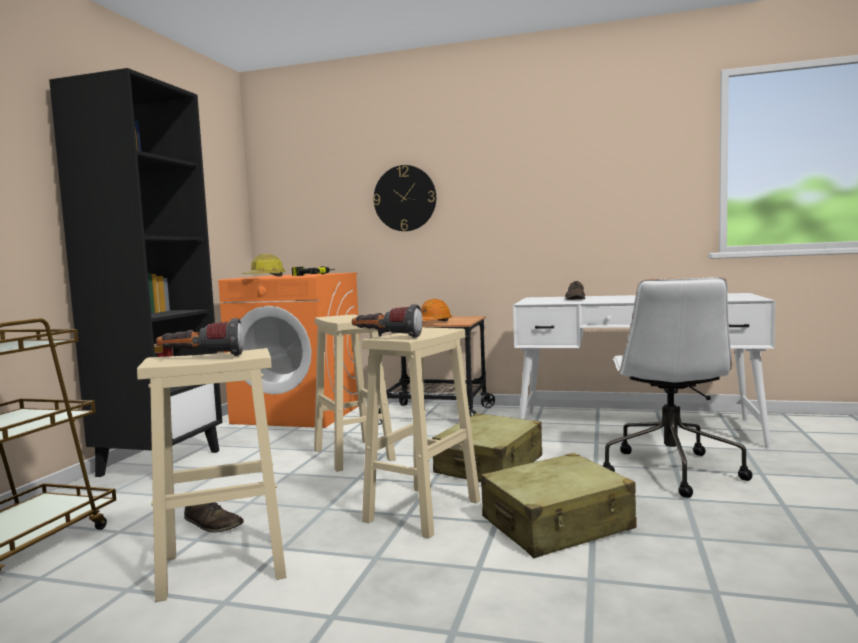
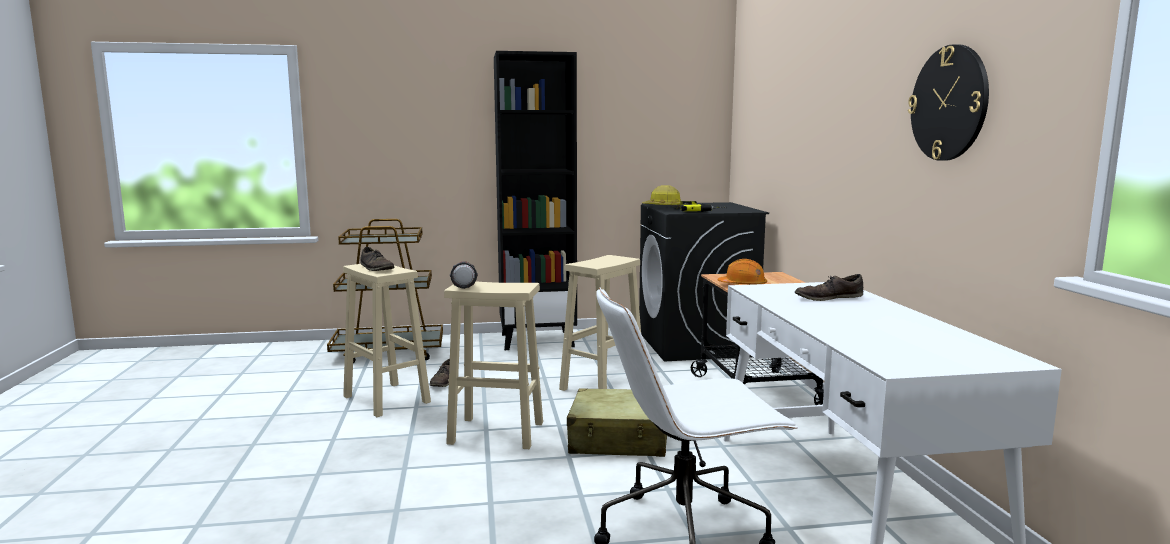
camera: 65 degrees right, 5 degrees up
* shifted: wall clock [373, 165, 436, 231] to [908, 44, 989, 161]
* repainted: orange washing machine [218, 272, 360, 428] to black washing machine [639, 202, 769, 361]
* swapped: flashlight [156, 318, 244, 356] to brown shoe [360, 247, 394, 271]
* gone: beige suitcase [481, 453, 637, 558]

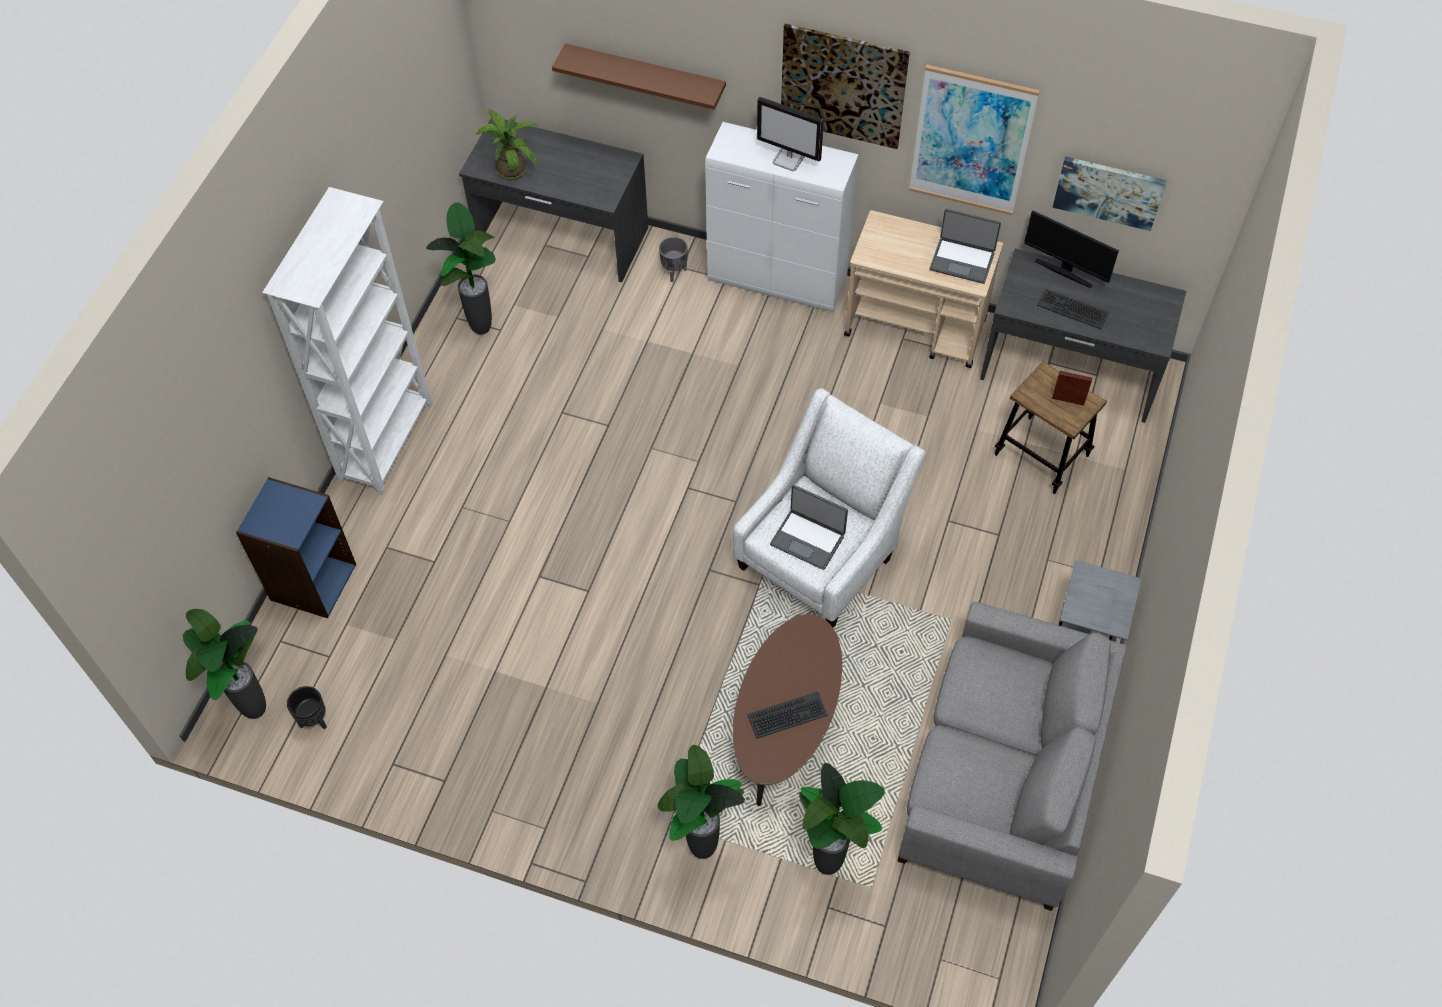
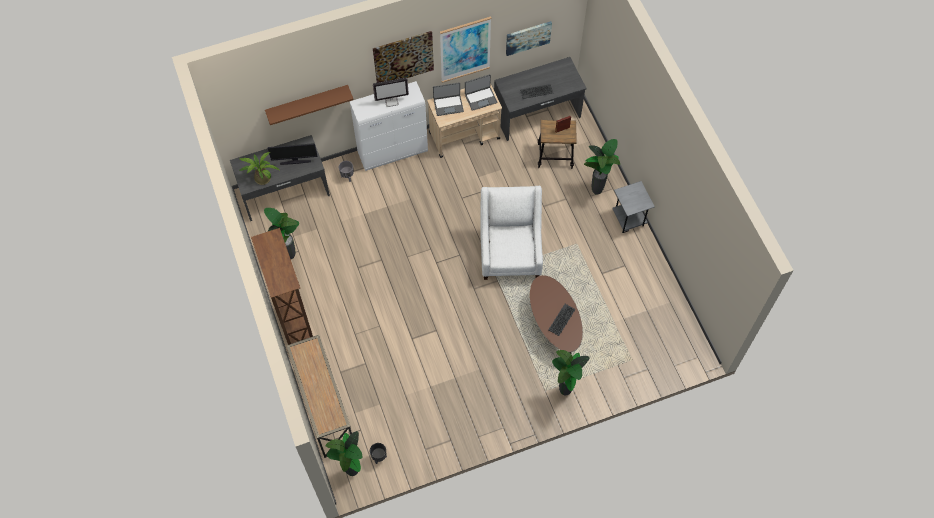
camera: 40 degrees left, 5 degrees up
* repainted: white bookcase [262, 187, 432, 495] to brown bookcase [251, 228, 313, 345]
* shifted: monitor [1024, 211, 1119, 288] to [268, 143, 318, 165]
* swapped: blue bookcase [236, 477, 356, 618] to console table [287, 335, 352, 458]
* shifted: laptop [770, 485, 848, 570] to [433, 82, 464, 116]
* gone: grey sofa [897, 602, 1126, 911]
* shifted: potted plant [799, 763, 885, 875] to [584, 139, 620, 195]

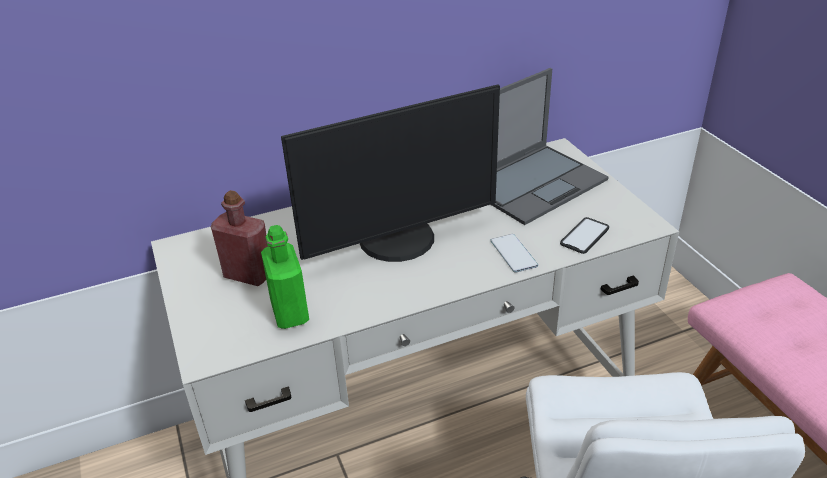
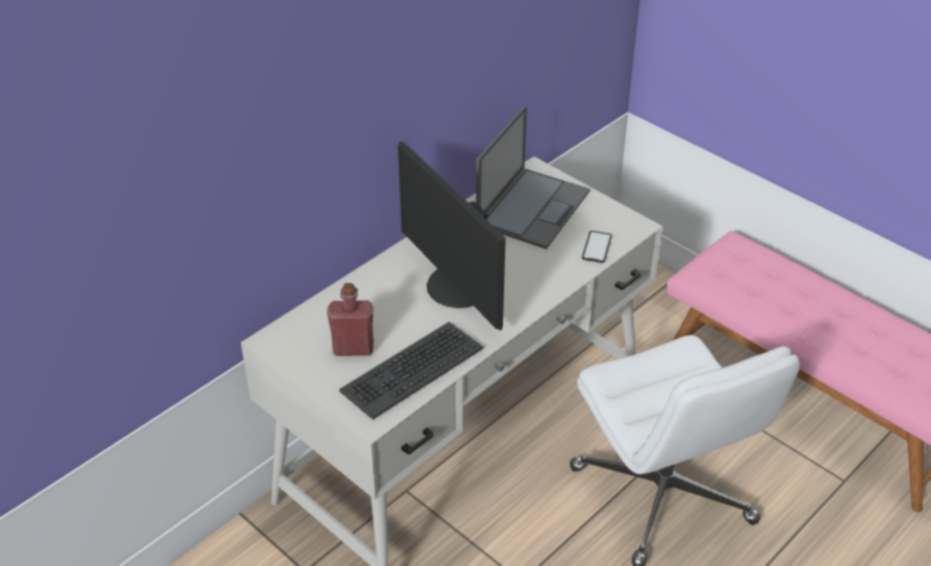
camera: 25 degrees left, 5 degrees up
* rotated: monitor [281, 84, 500, 262] = [398, 141, 506, 330] 105 degrees clockwise
* swapped: green bottle [261, 225, 309, 329] to keyboard [339, 322, 484, 420]
* gone: phone [491, 234, 538, 273]

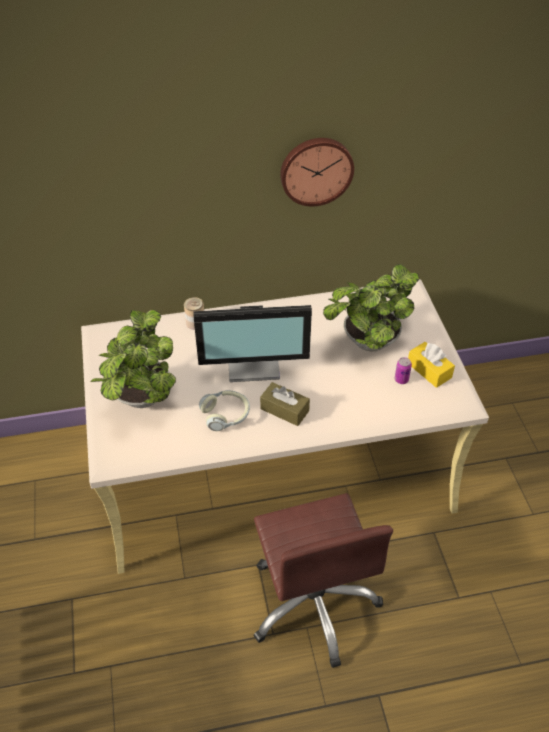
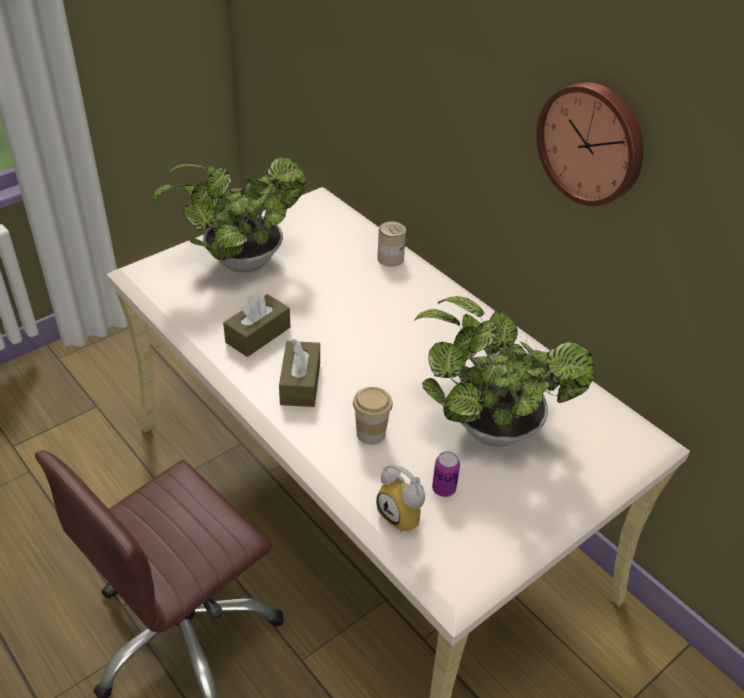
camera: 60 degrees right, 5 degrees down
* gone: monitor [193, 305, 312, 382]
* gone: yellow tissue box [408, 342, 455, 388]
* swapped: headphones [199, 390, 250, 431] to brown tissue box [223, 292, 290, 357]
* new: cup [353, 387, 393, 445]
* new: alarm clock [376, 465, 425, 533]

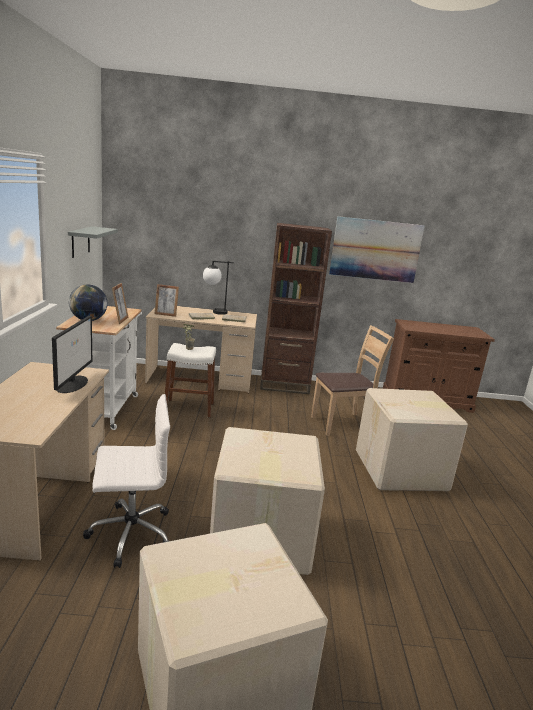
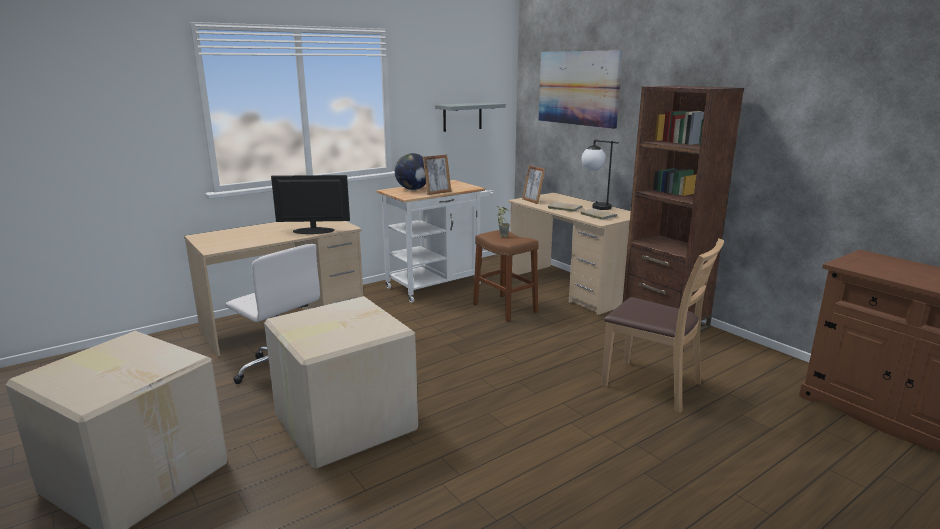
camera: 55 degrees right, 0 degrees up
* shifted: picture [329, 216, 425, 283] to [538, 50, 623, 129]
* rotated: monitor [52, 316, 92, 393] = [271, 175, 350, 234] 150 degrees counterclockwise
* repainted: white stool [165, 343, 216, 418] to brown stool [473, 230, 539, 322]
* gone: cardboard box [356, 388, 468, 491]

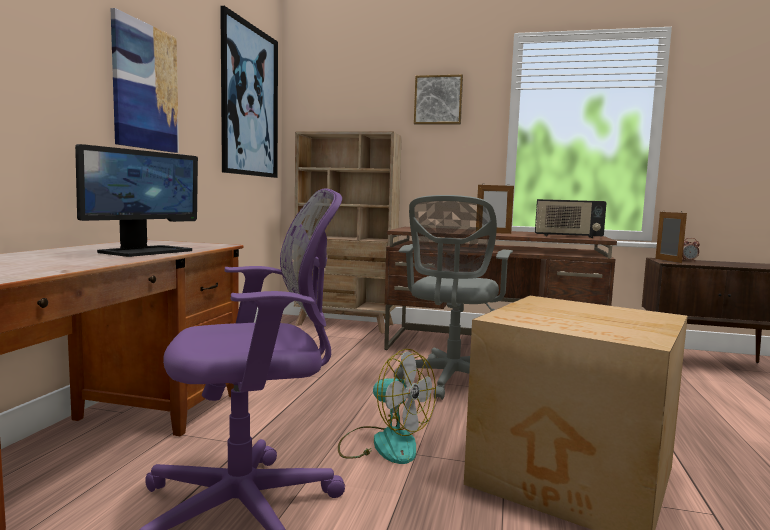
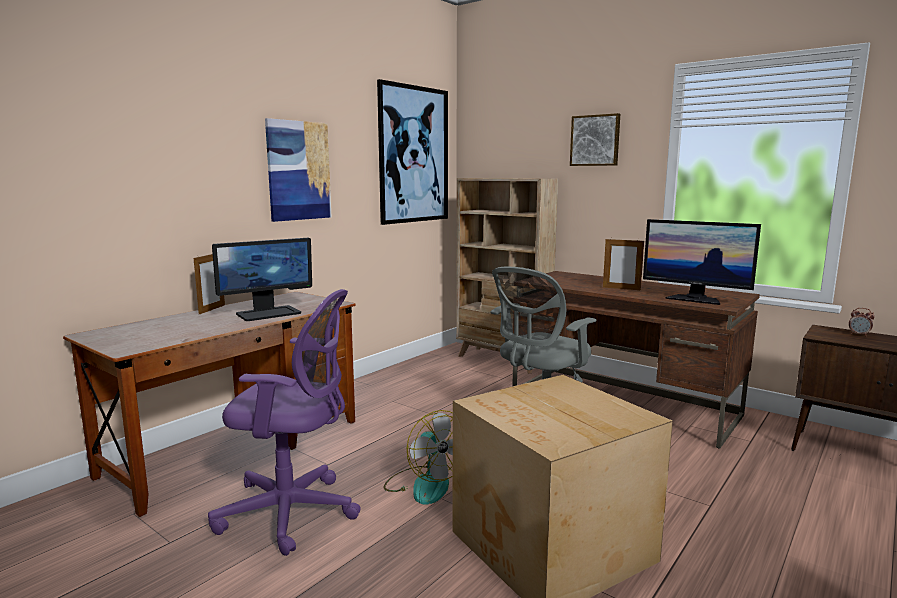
camera: 25 degrees right, 5 degrees up
* swapped: radio [535, 199, 606, 238] to monitor [643, 219, 761, 305]
* shifted: picture frame [655, 210, 687, 263] to [194, 254, 225, 314]

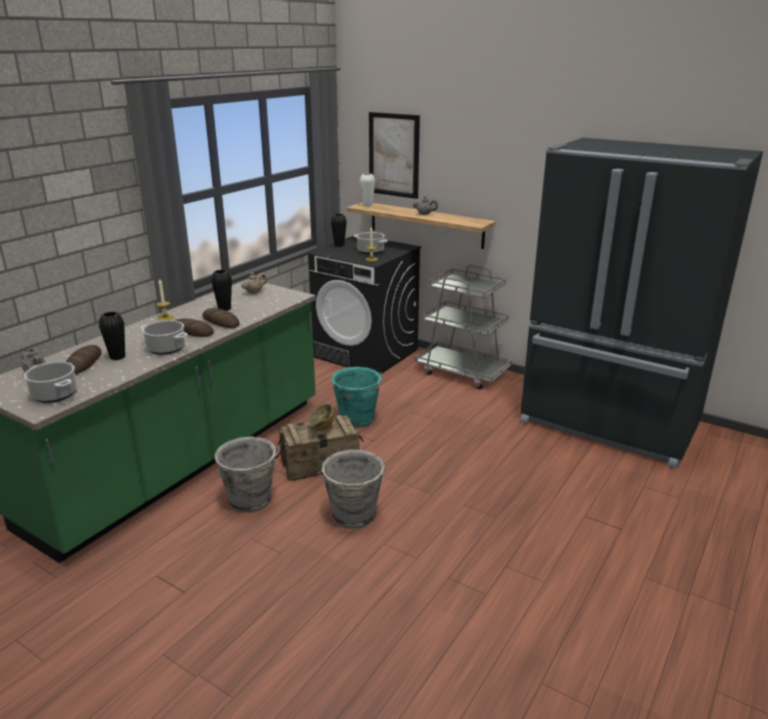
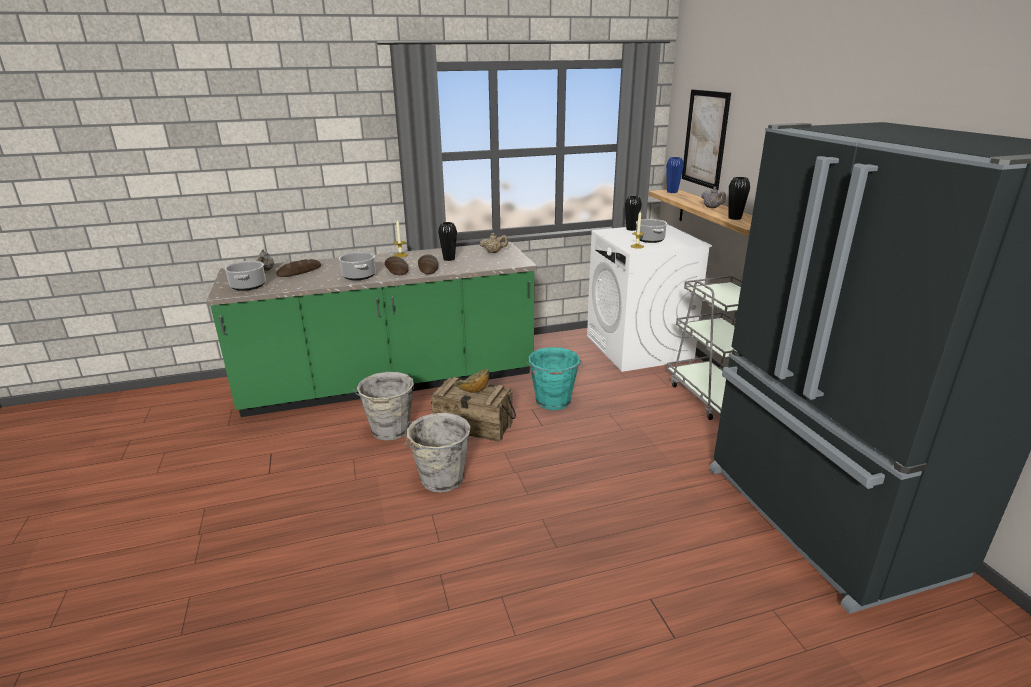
camera: 40 degrees right, 0 degrees up
* repainted: white vase [360, 173, 375, 207] to blue vase [666, 157, 684, 193]
* repainted: black washing machine [308, 236, 421, 375] to white washing machine [587, 224, 712, 372]
* shifted: black vase [99, 312, 125, 360] to [729, 177, 750, 220]

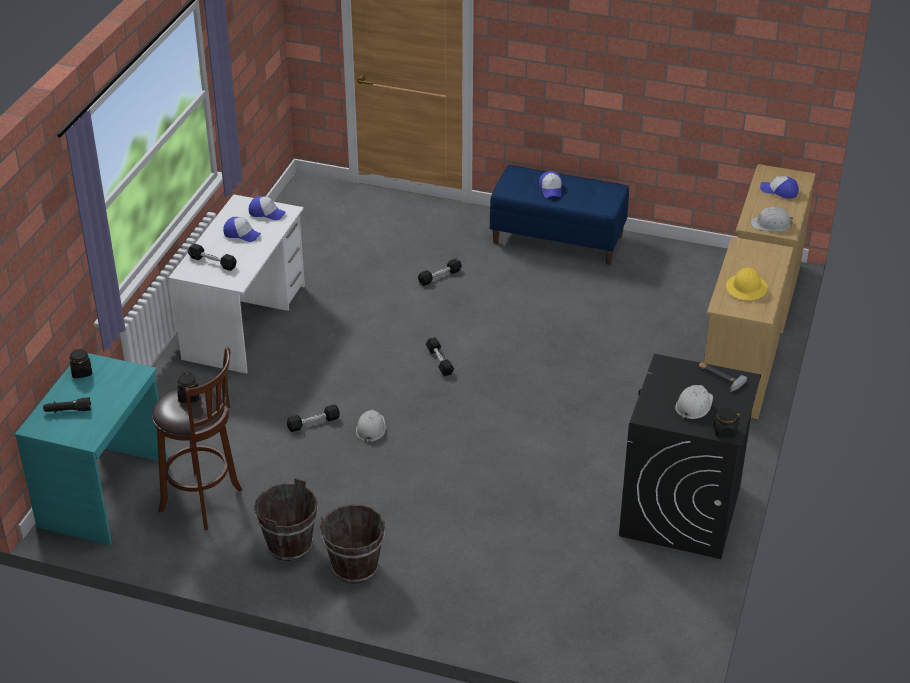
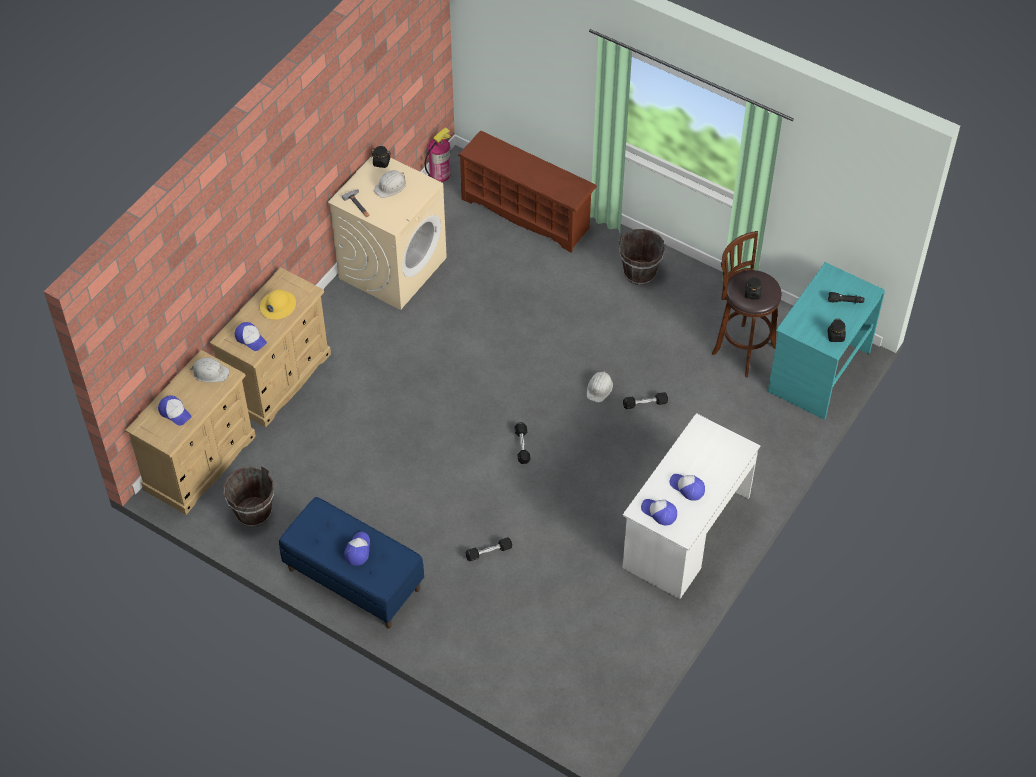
camera: 165 degrees left, 15 degrees up
* gone: black dumbbell [188, 243, 237, 271]
* repainted: black washing machine [619, 354, 761, 559] to beige washing machine [328, 156, 447, 310]
* shifted: brown bucket [254, 478, 318, 561] to [223, 466, 274, 527]
* new: fire extinguisher [424, 128, 451, 182]
* new: brown shoe rack [458, 131, 597, 253]
* new: cap [235, 322, 267, 351]

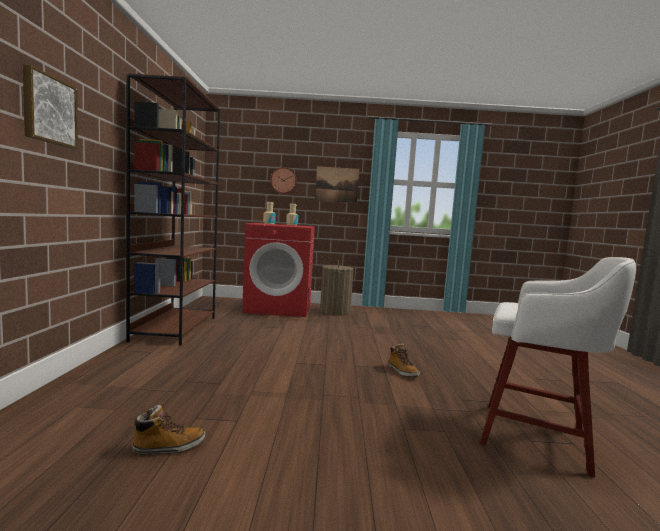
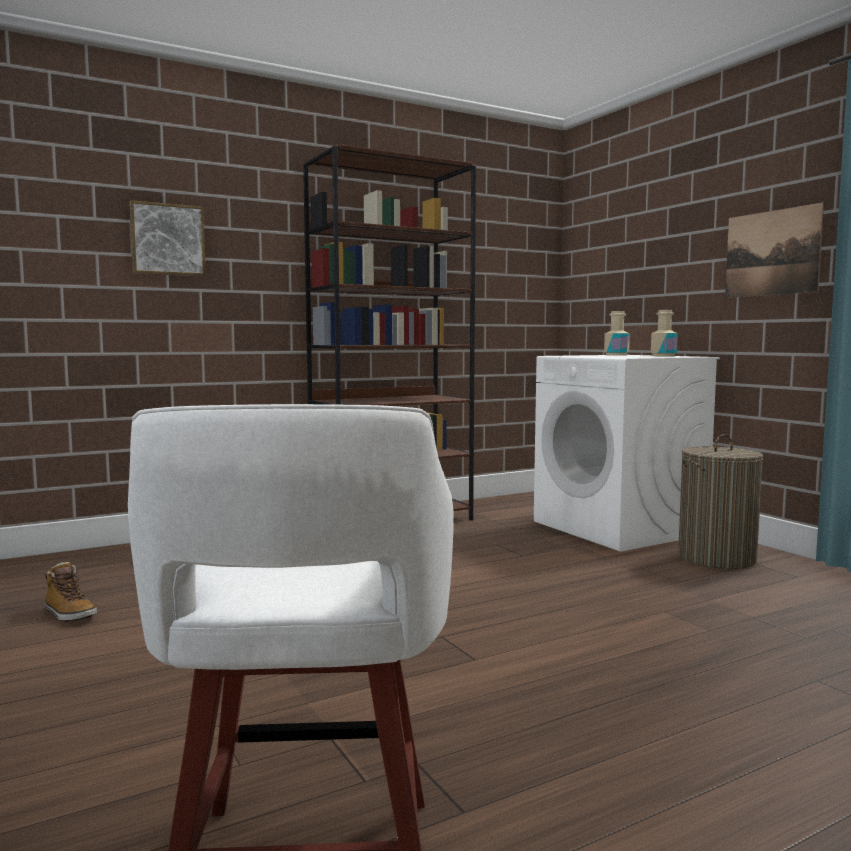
camera: 60 degrees right, 0 degrees up
* gone: wall clock [270, 167, 297, 194]
* repainted: red washing machine [242, 223, 315, 317] to white washing machine [534, 355, 720, 552]
* gone: boot [388, 344, 420, 377]

